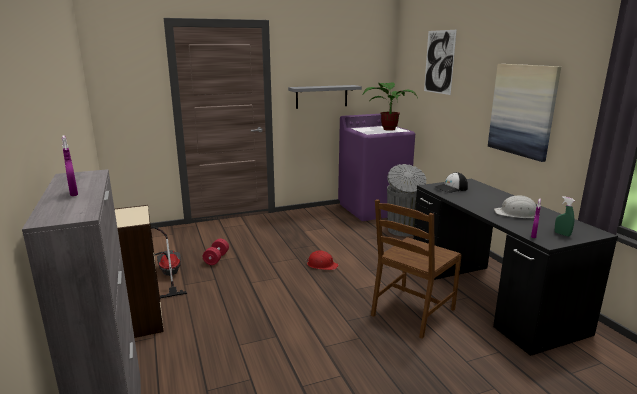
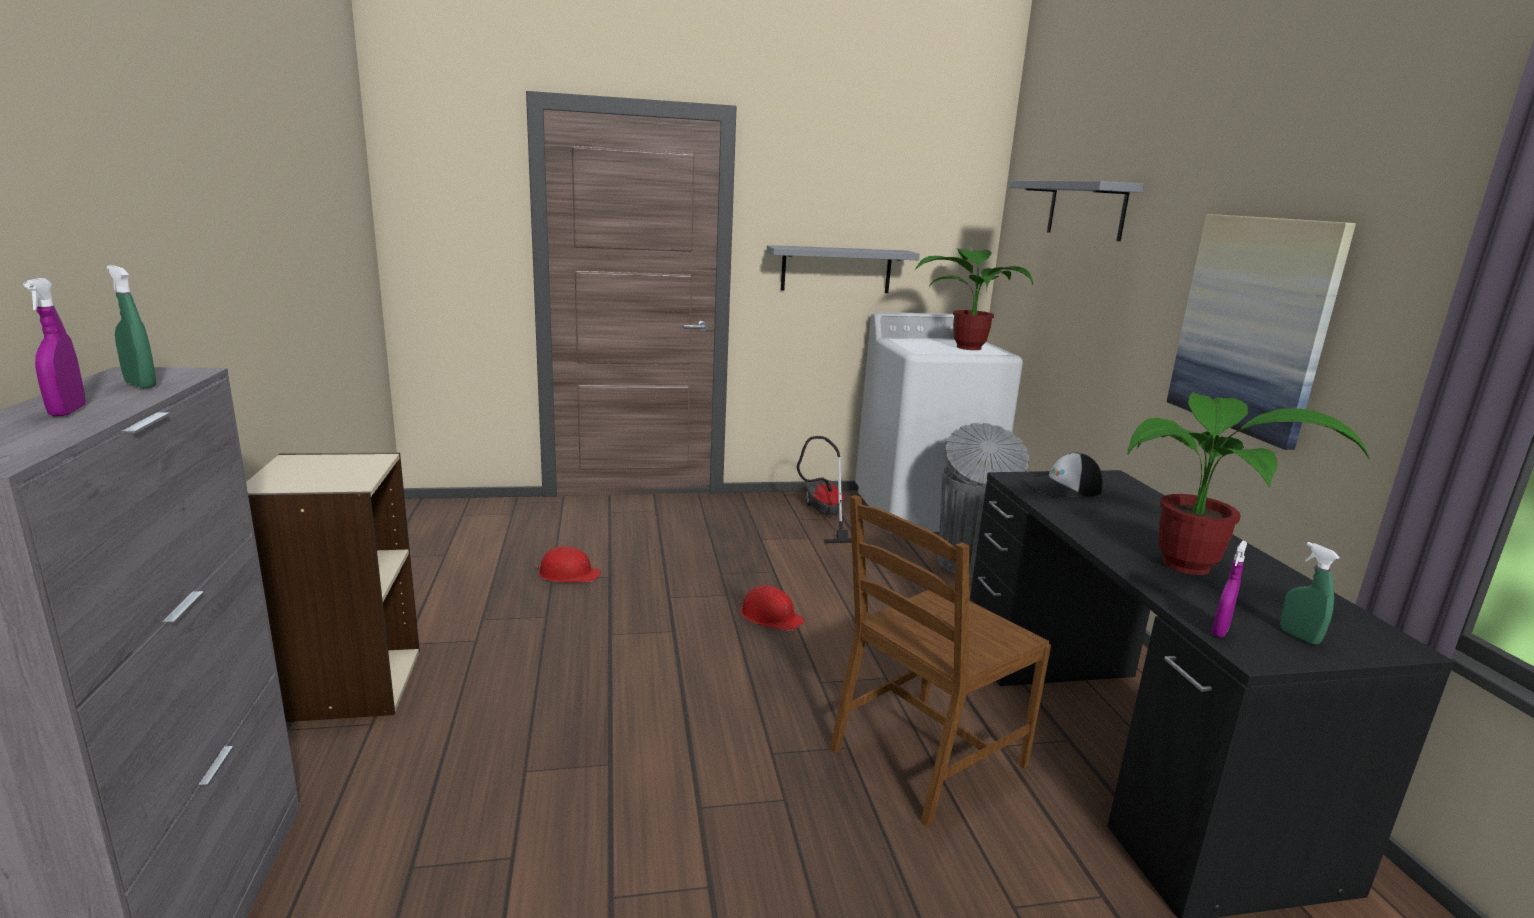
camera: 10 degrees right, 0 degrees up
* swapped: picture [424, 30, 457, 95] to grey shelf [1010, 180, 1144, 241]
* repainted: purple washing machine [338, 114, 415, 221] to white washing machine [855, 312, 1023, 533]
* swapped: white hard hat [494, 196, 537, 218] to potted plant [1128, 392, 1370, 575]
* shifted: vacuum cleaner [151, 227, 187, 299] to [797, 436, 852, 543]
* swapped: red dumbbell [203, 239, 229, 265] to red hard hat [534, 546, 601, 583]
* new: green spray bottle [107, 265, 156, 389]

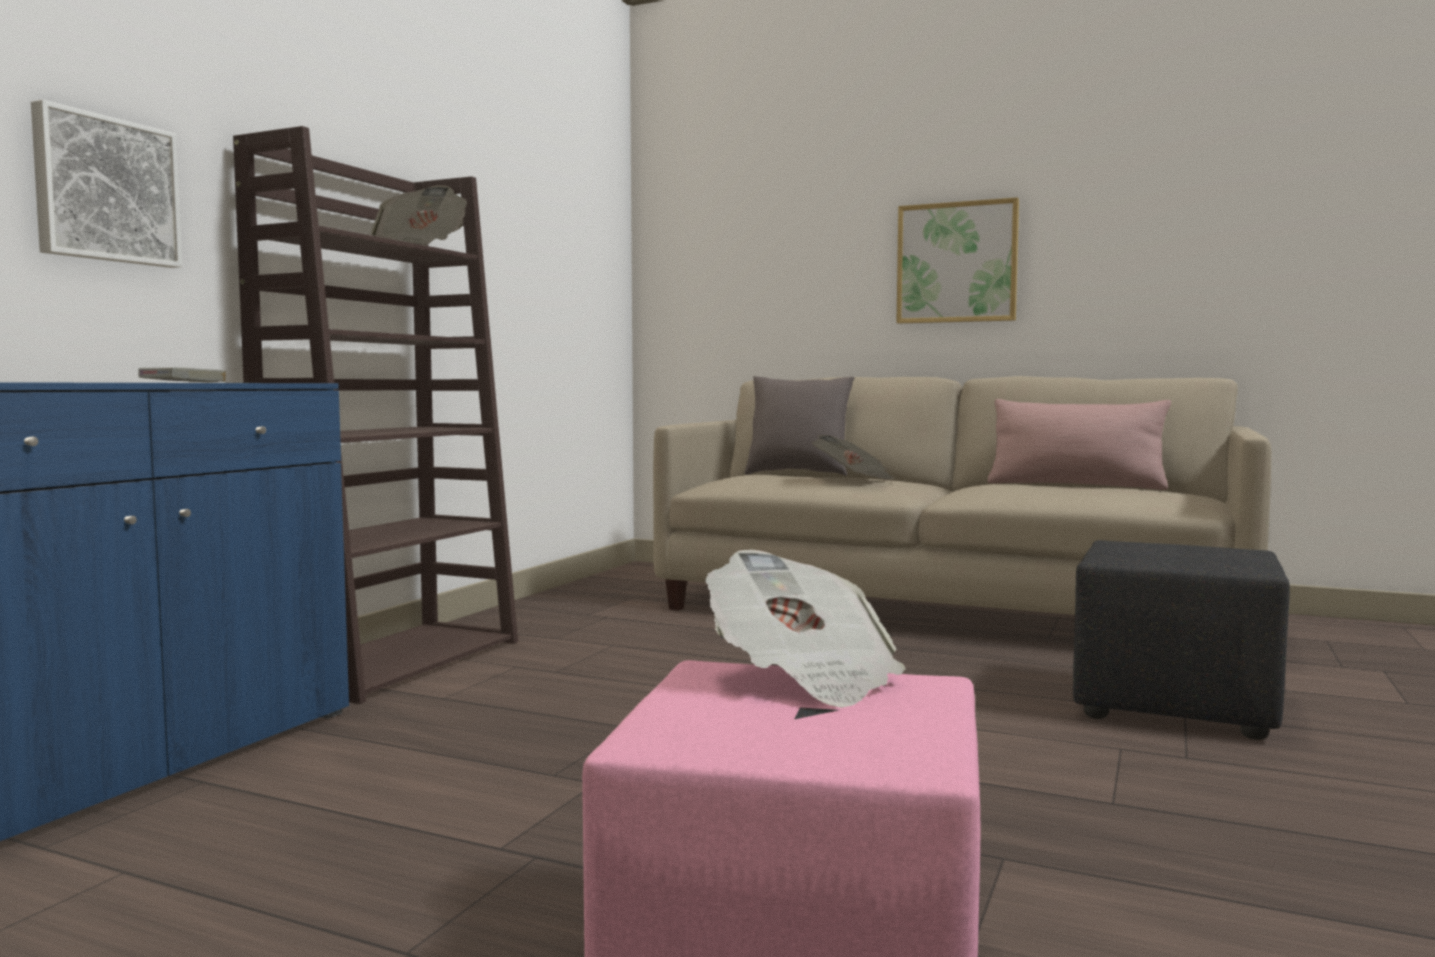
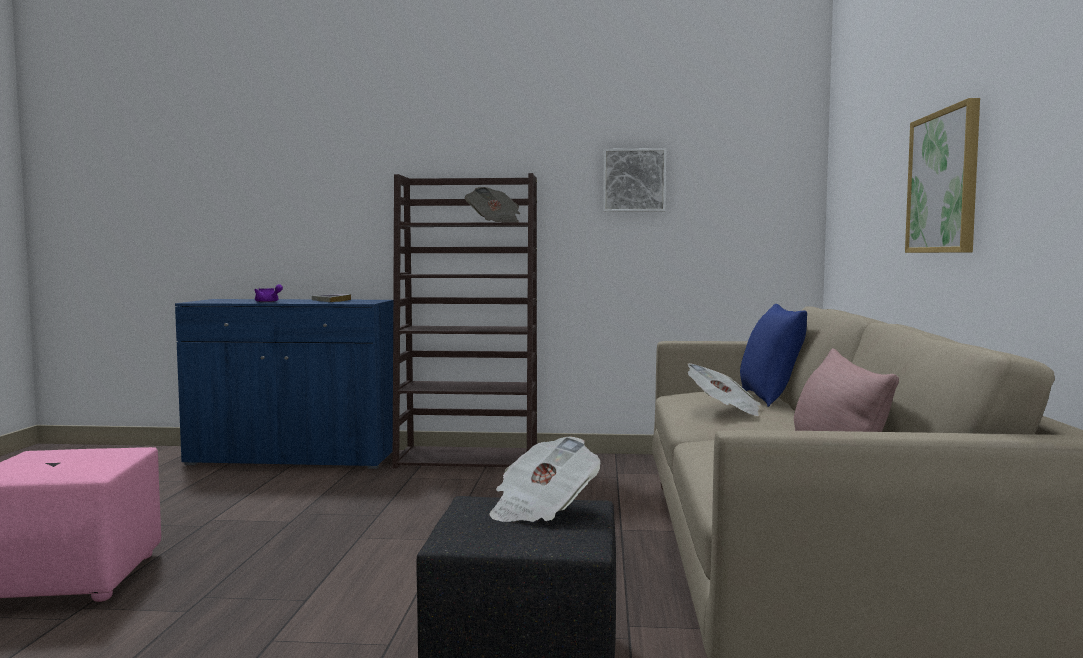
camera: 70 degrees right, 0 degrees up
* shifted: picture [31, 100, 182, 268] to [603, 148, 666, 212]
* repainted: grey pillow [745, 376, 855, 476] to blue pillow [740, 304, 807, 407]
* shifted: newspaper [705, 550, 906, 708] to [490, 436, 600, 522]
* new: purple teapot [254, 284, 283, 302]

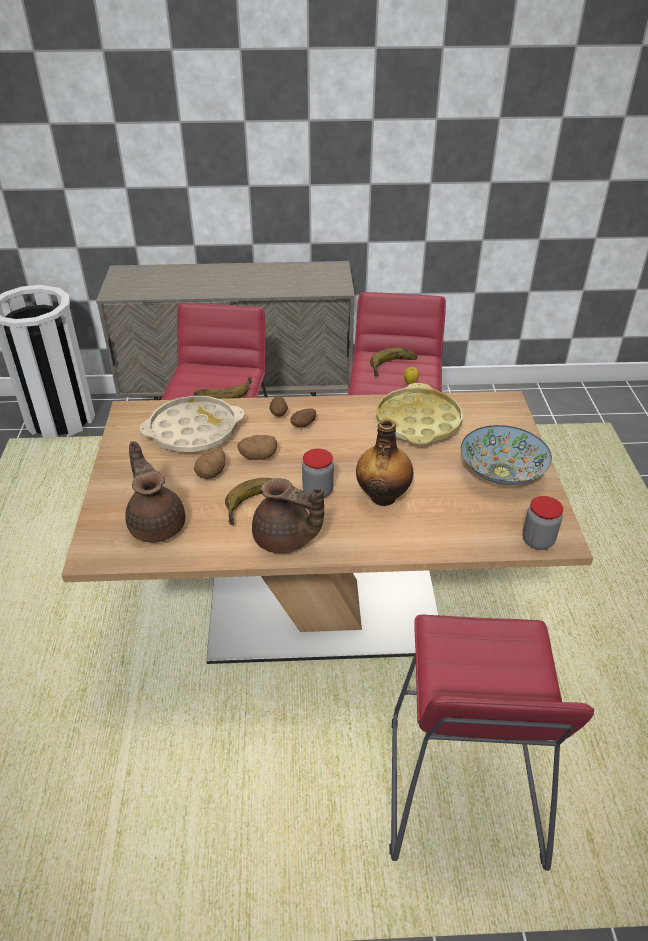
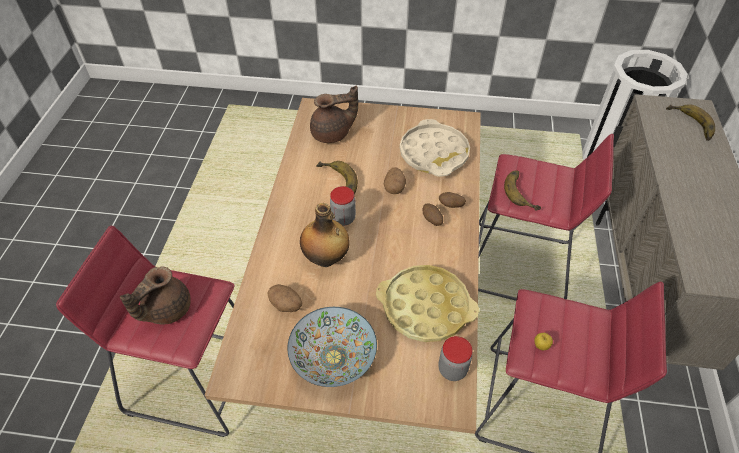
camera: 100 degrees right, 10 degrees up
* shifted: banana [370, 348, 418, 377] to [666, 104, 715, 141]
* shifted: potato [194, 447, 225, 479] to [267, 284, 302, 312]
* shifted: brown teapot [252, 478, 324, 553] to [120, 266, 191, 325]
* shifted: jar [523, 496, 563, 550] to [438, 336, 472, 381]

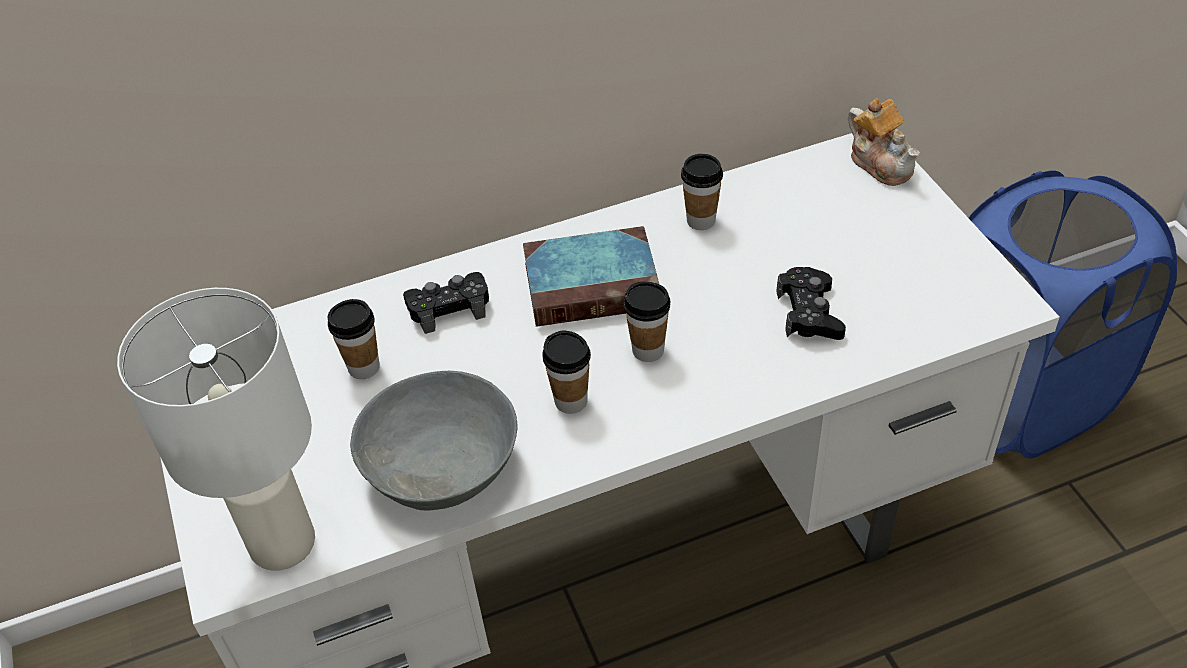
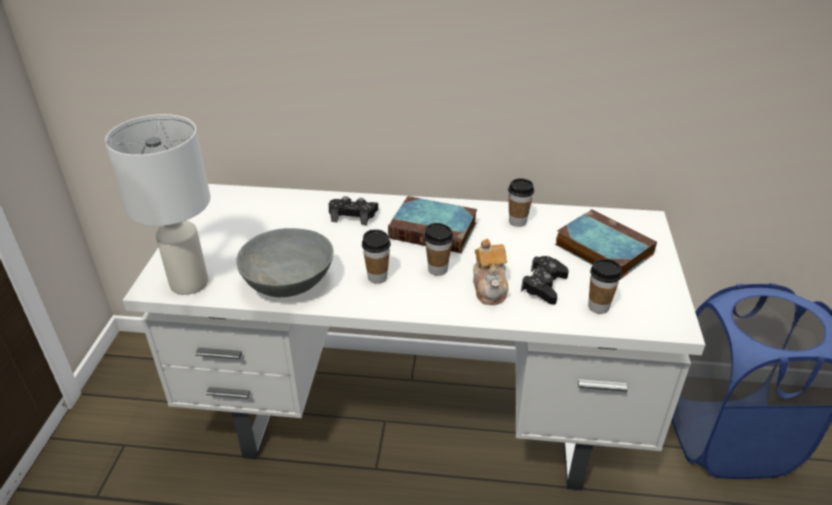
camera: 25 degrees right, 10 degrees down
* shifted: teapot [848, 98, 920, 186] to [473, 239, 509, 305]
* shifted: cup [328, 299, 380, 379] to [588, 259, 622, 314]
* new: book [555, 209, 657, 280]

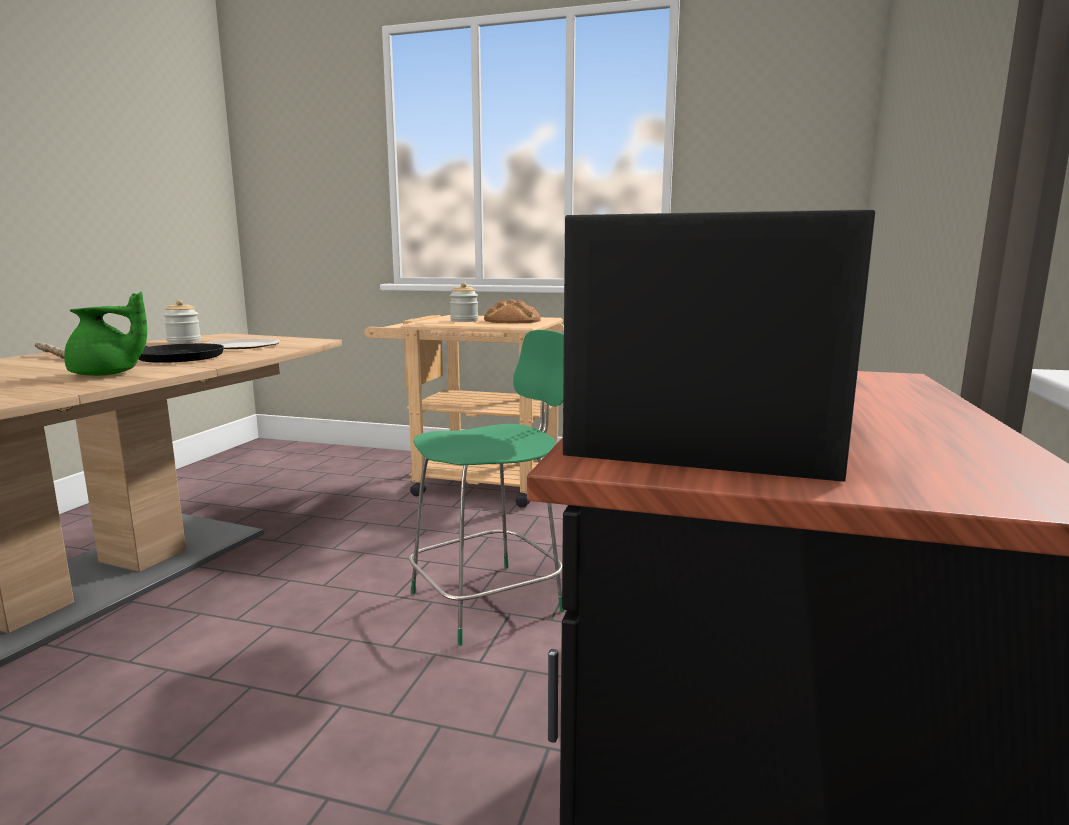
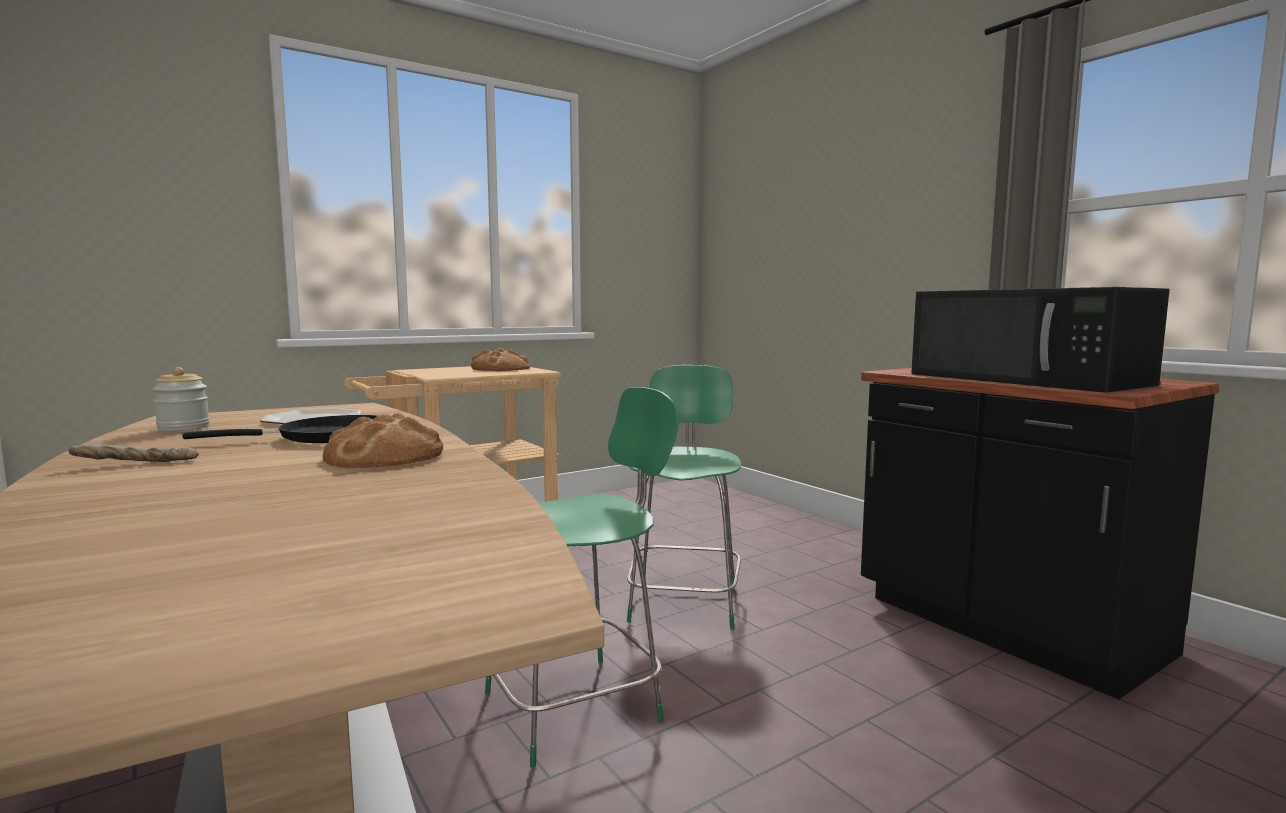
camera: 50 degrees left, 5 degrees down
* gone: jar [450, 282, 478, 322]
* swapped: green teapot [64, 291, 147, 376] to bread [323, 413, 443, 468]
* new: green chair [485, 387, 679, 768]

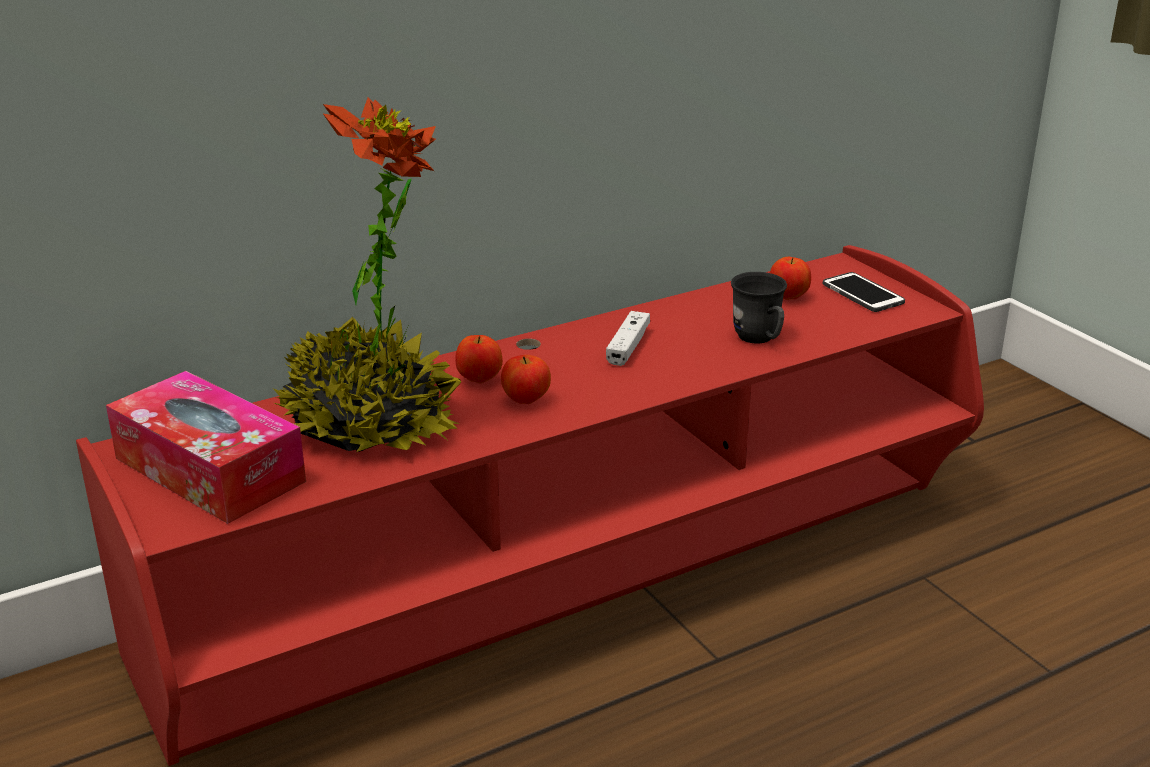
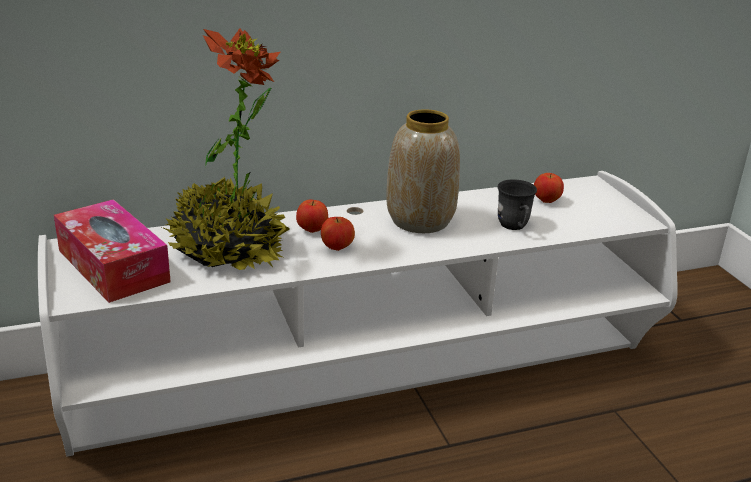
camera: 10 degrees right, 0 degrees up
* repainted: red tv stand [76, 245, 984, 766] to white tv stand [38, 171, 678, 457]
* gone: phone [822, 272, 905, 312]
* swapped: white game controller [606, 311, 650, 366] to vase [386, 109, 460, 233]

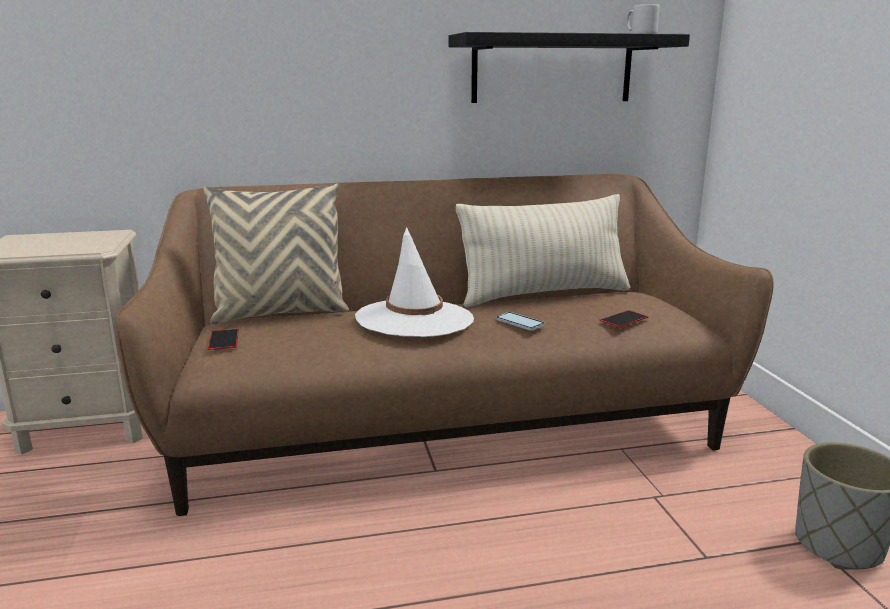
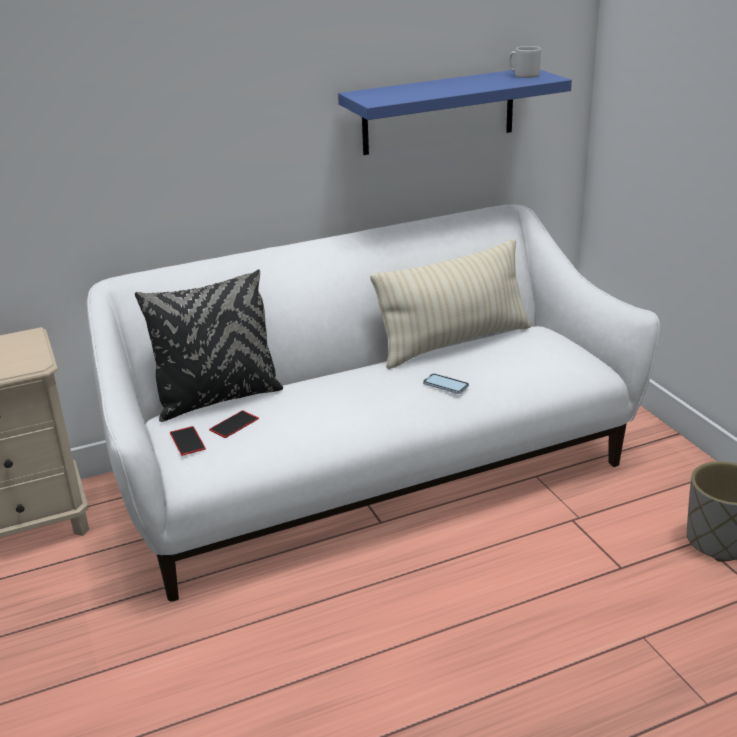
camera: 10 degrees left, 10 degrees up
* repainted: black shelf [448, 32, 690, 103] to blue shelf [338, 70, 572, 155]
* repainted: brown sofa [115, 174, 774, 516] to white sofa [86, 205, 660, 602]
* repainted: beige pillow [204, 183, 349, 324] to black pillow [135, 269, 283, 422]
* gone: white hat [355, 227, 474, 337]
* shifted: phone [600, 310, 649, 328] to [209, 410, 259, 438]

